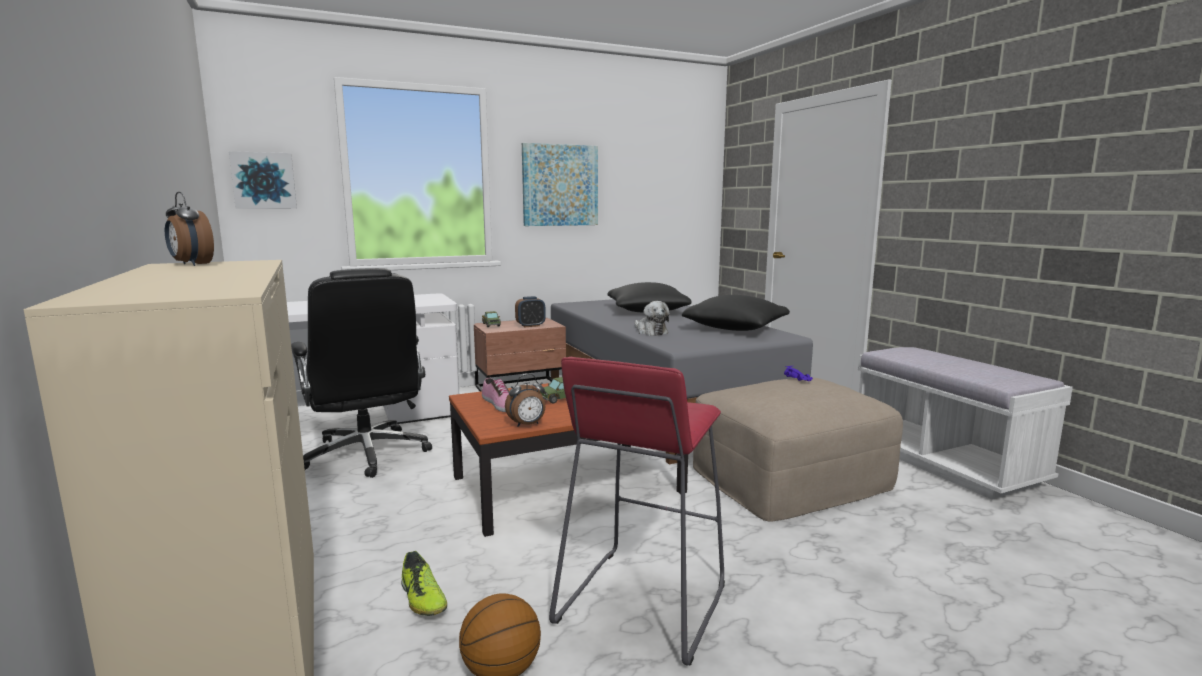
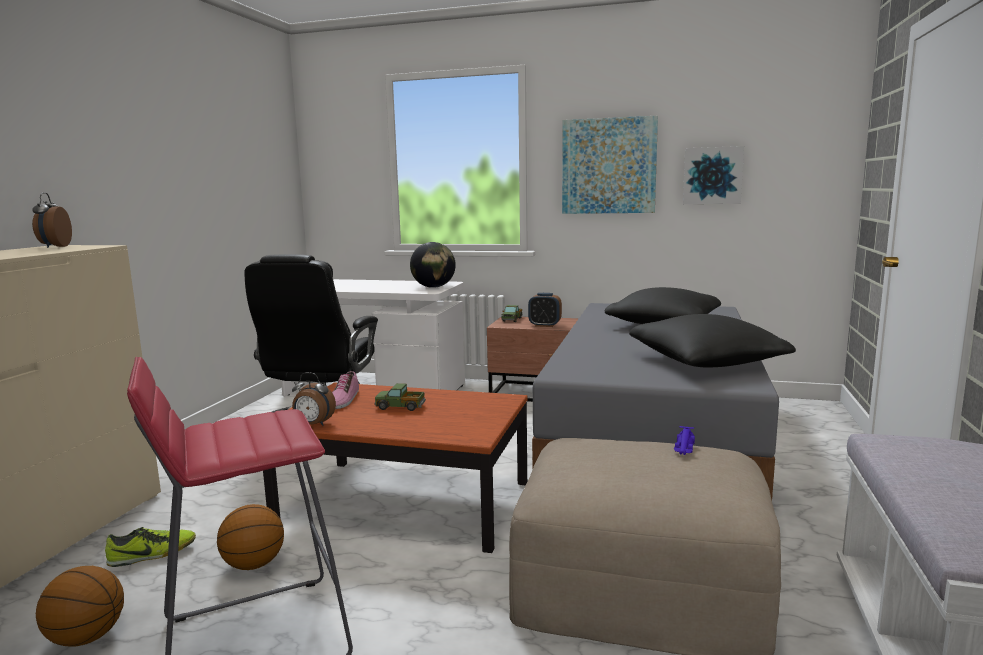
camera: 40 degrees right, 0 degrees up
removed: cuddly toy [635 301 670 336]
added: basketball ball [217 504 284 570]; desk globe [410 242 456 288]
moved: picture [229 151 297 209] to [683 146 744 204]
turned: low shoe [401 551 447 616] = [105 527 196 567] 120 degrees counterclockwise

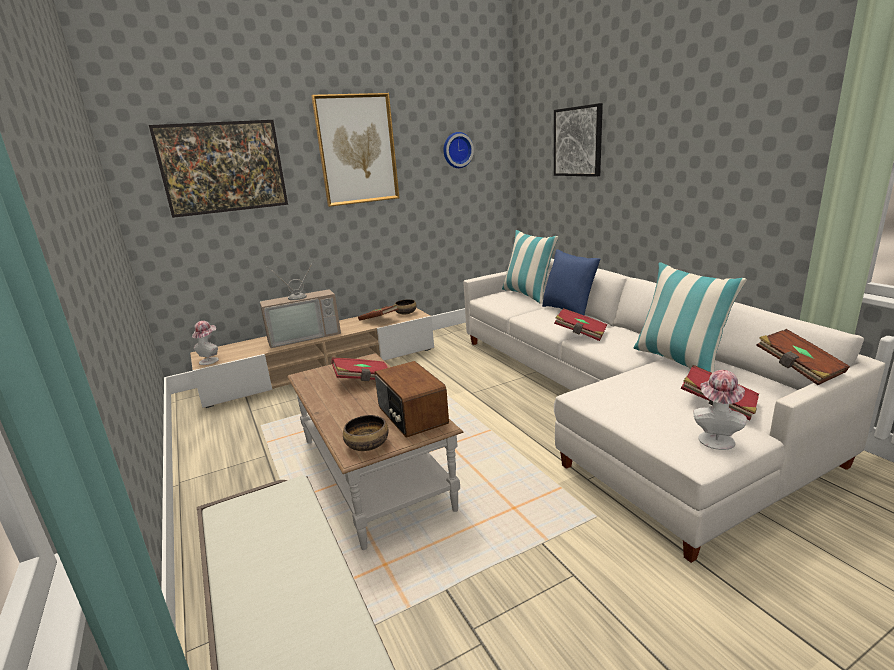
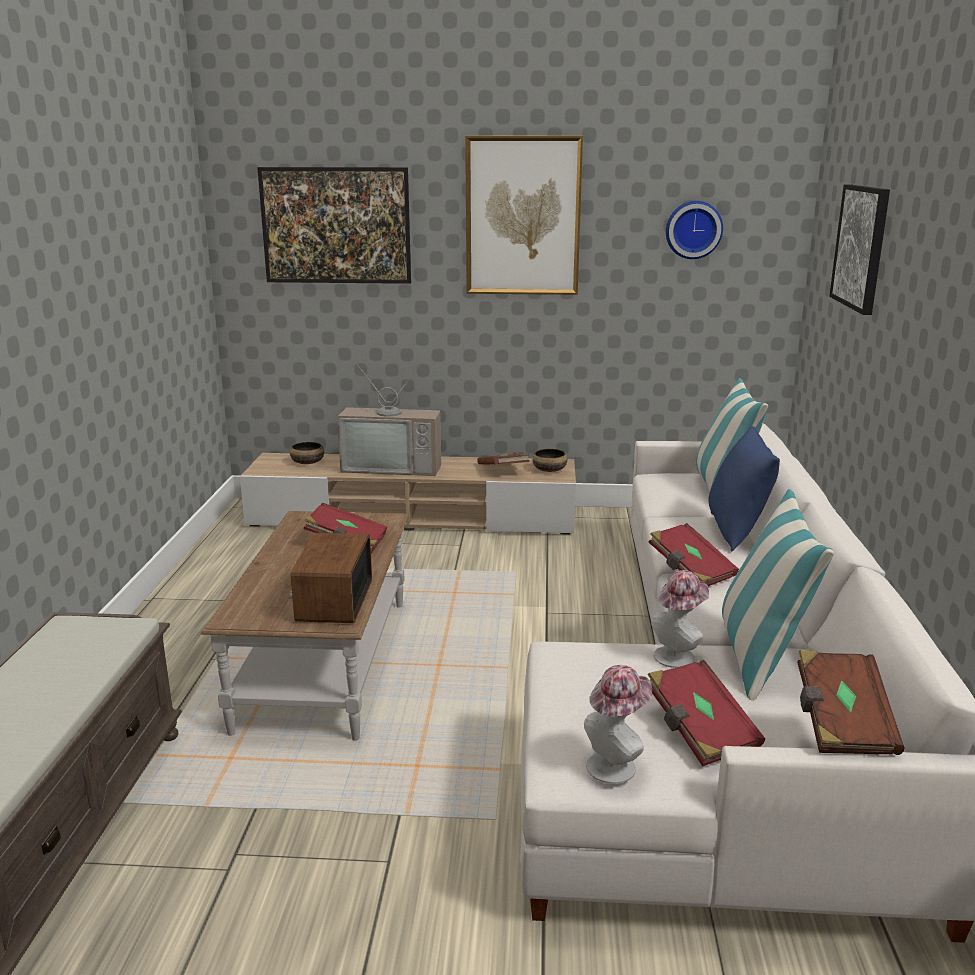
camera: 30 degrees right, 0 degrees up
moved: clothing hat [192 321 219 365] to [651 570 709 668]; bowl [343 415 389 451] to [290 442 324 464]

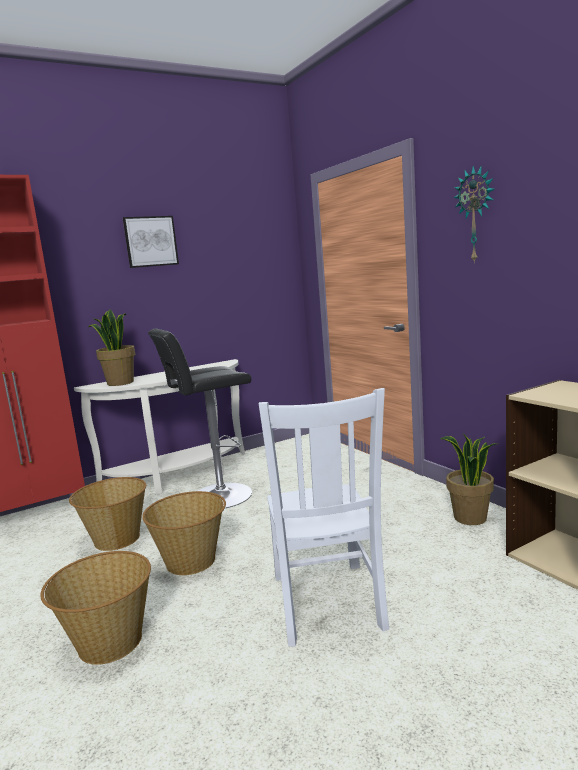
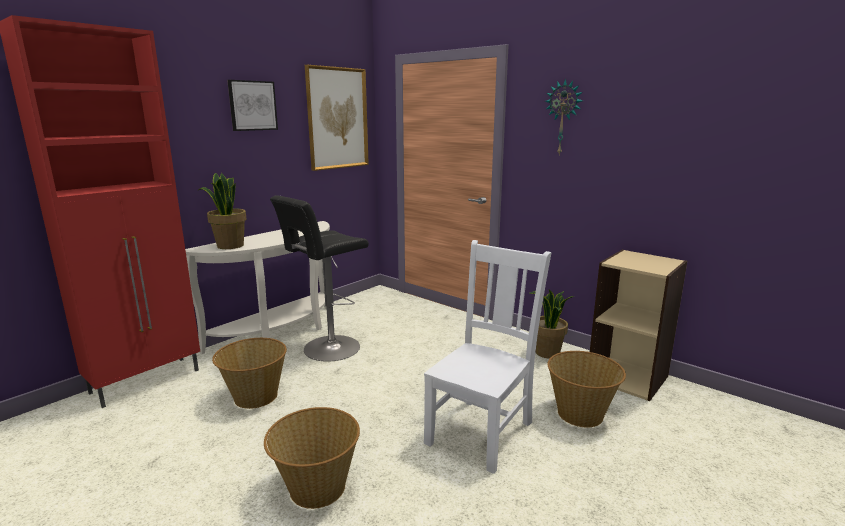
camera: 20 degrees left, 5 degrees up
added: picture [305 65 369 171]
moved: basket [142 491 226 575] to [547 351 626 427]
turned: white upright chair [259 388 389 646] = [424 240 551 474] 120 degrees counterclockwise

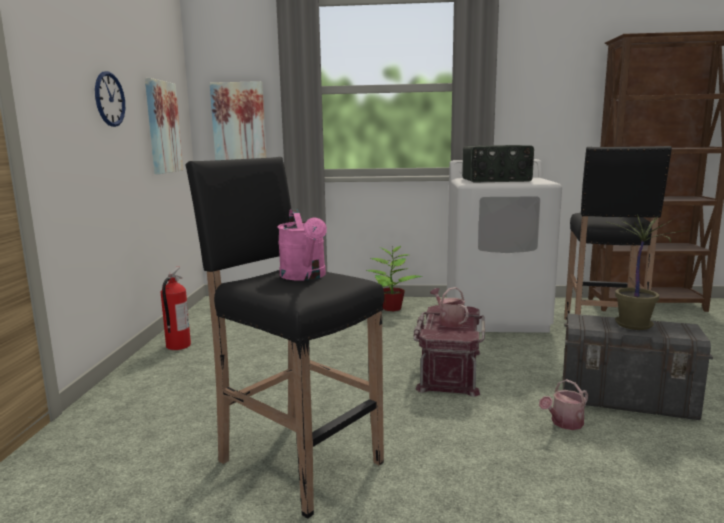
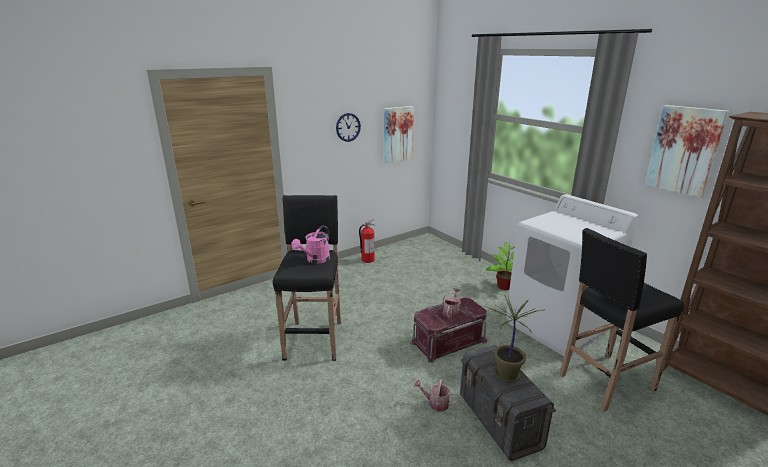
camera: 50 degrees right, 10 degrees up
removed: radio set [462 145 534 182]
moved: picture [210 81 267 160] to [645 105 729 198]

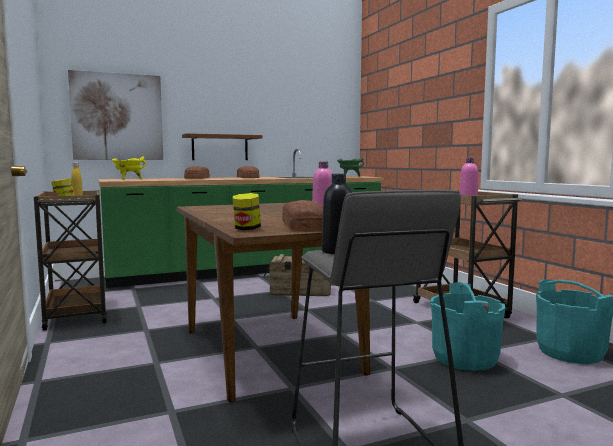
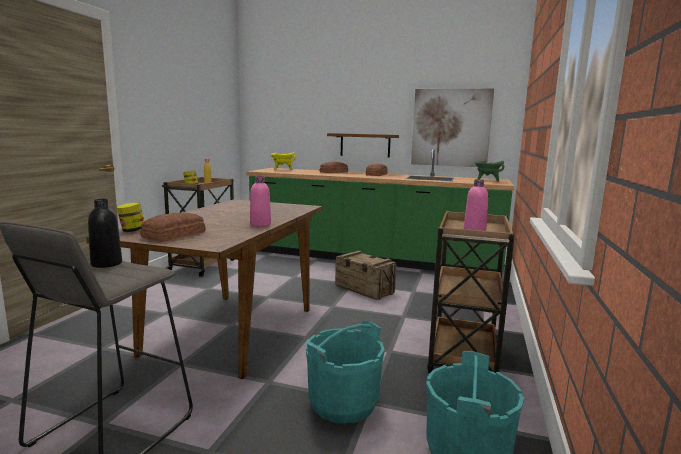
camera: 40 degrees right, 5 degrees up
moved: picture [68 70 163 160] to [411 89 494 167]

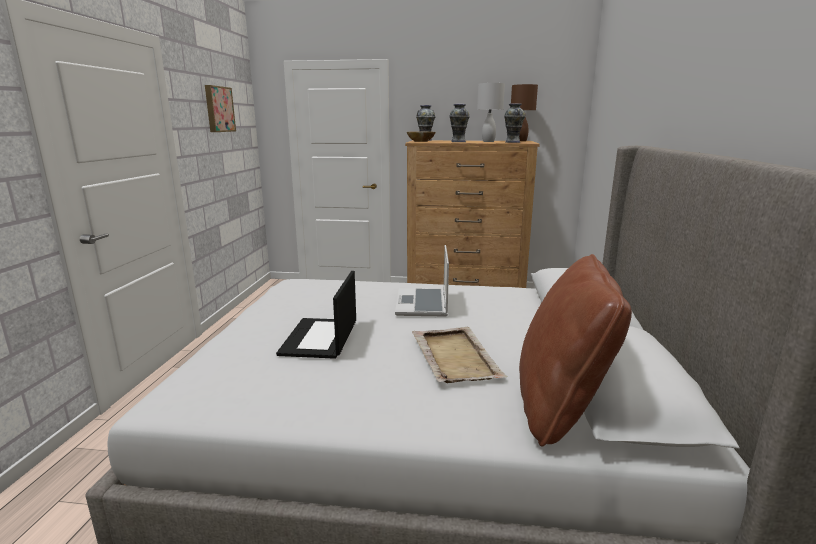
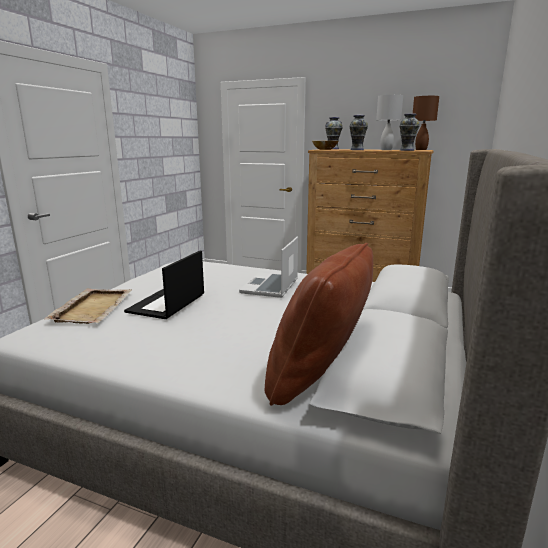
camera: 15 degrees right, 0 degrees up
removed: picture [205 85 236 132]
moved: sand-coloured carrying tray [412 327 508 383] to [45 288 131 324]

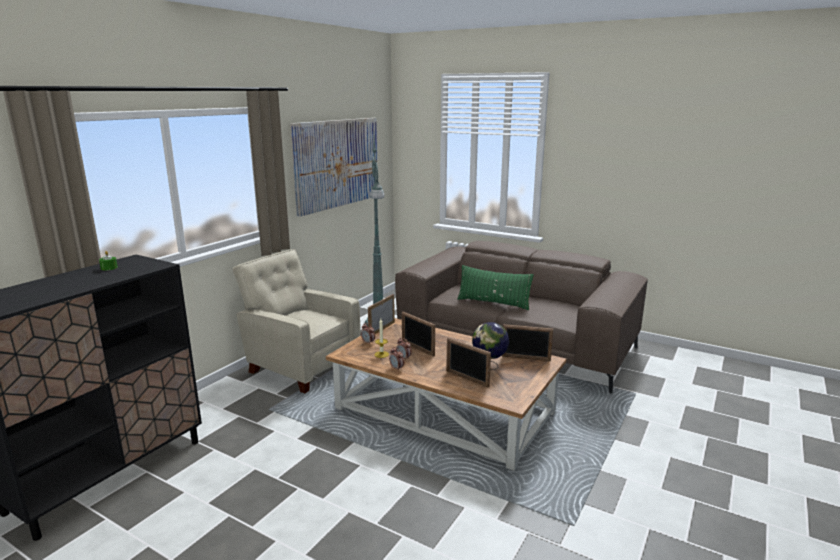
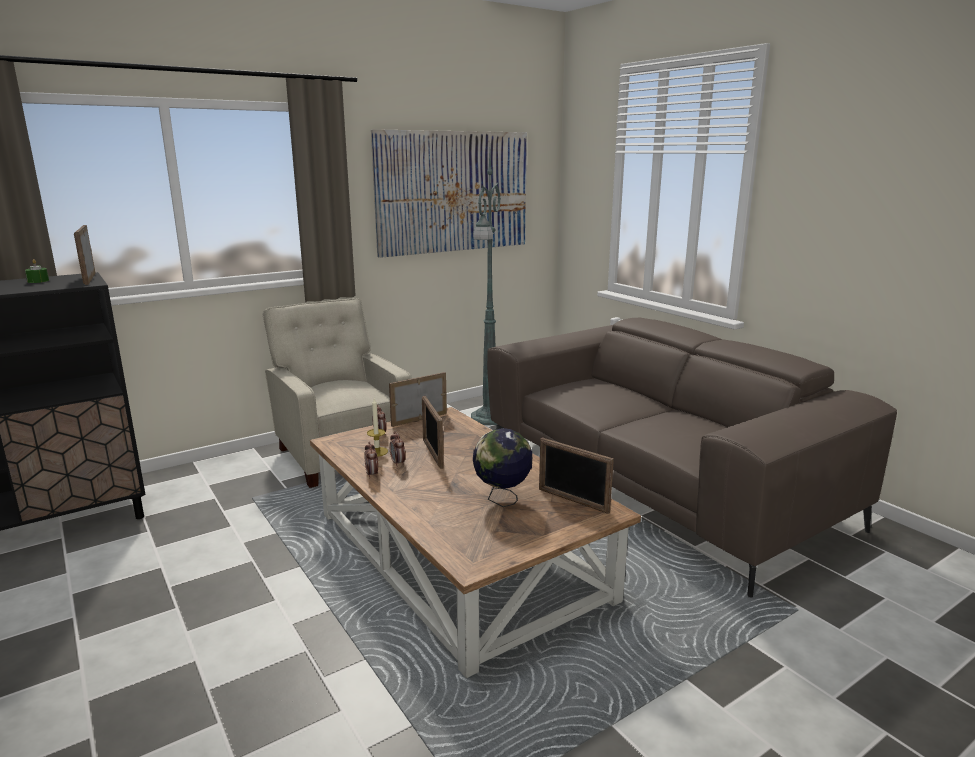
camera: 25 degrees right, 0 degrees up
removed: green pillow [458 265 534 310]
moved: picture frame [446 338 491 387] to [74 225 96 285]

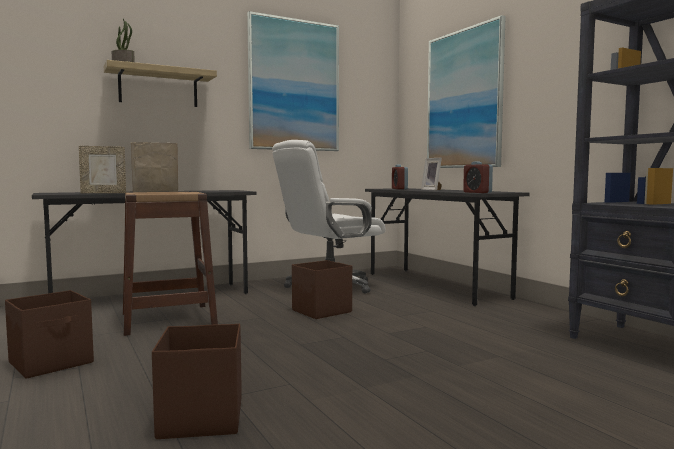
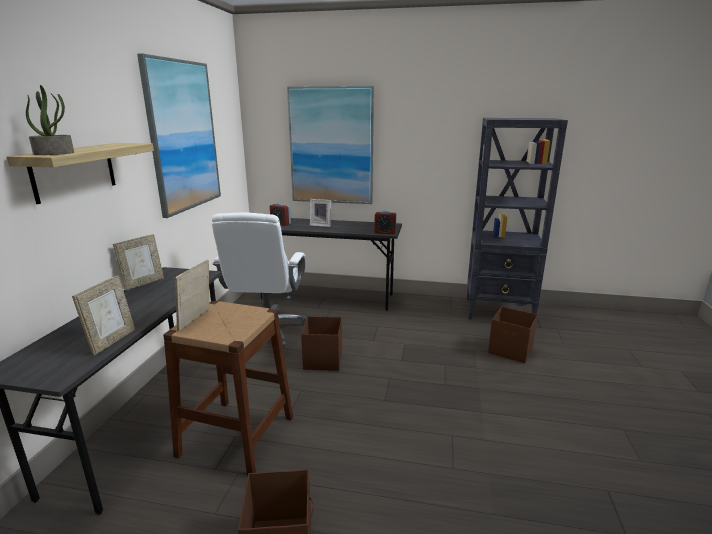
camera: 50 degrees left, 15 degrees up
added: picture frame [113 234 164 291]
moved: brown storage container [152 324 242 439] to [488 306 538 363]

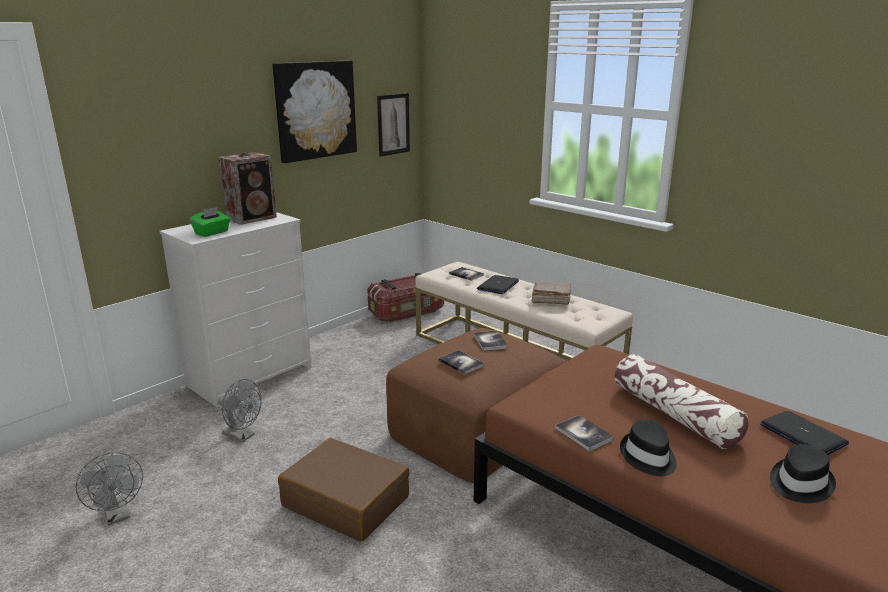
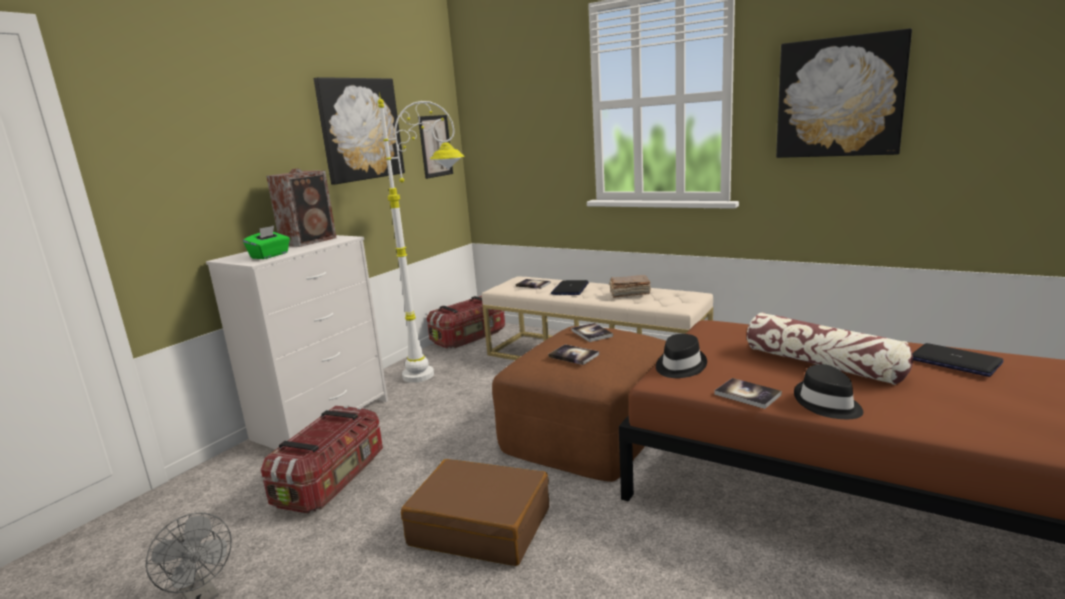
camera: 10 degrees left, 5 degrees down
added: white floor lamp [378 92 465 383]; picture [776 28 912 158]
moved: black clothing hat [770 444 836 503] to [656 334 707 378]
replaced: grey cooling fan [218 379 262 442] to storage container [261 405 383 513]

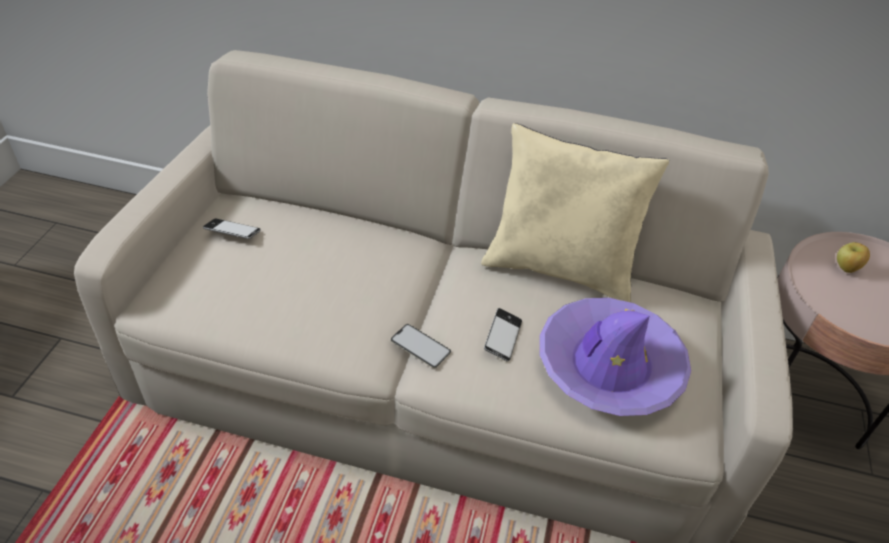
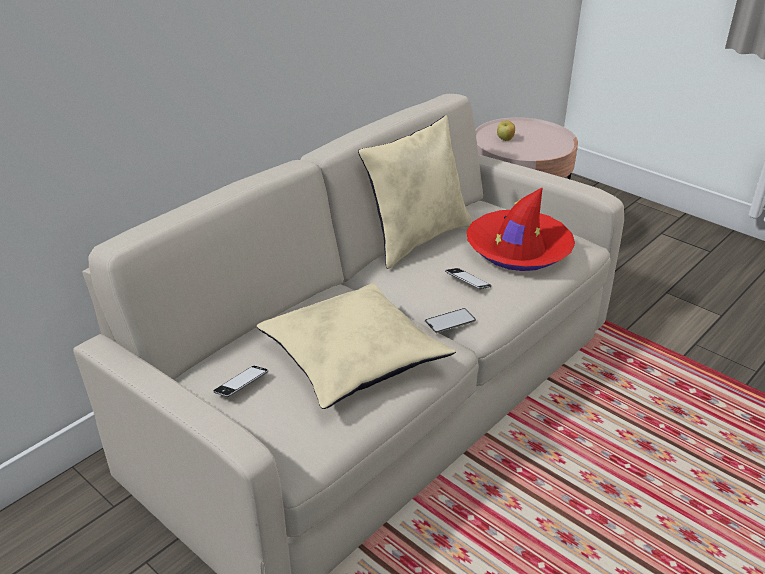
camera: 60 degrees left, 10 degrees down
added: sand-coloured pillow [257 283 456 409]
recoloured: purple clothing hat [540 298 691 416] to reddish clothing hat [467 187 575 271]

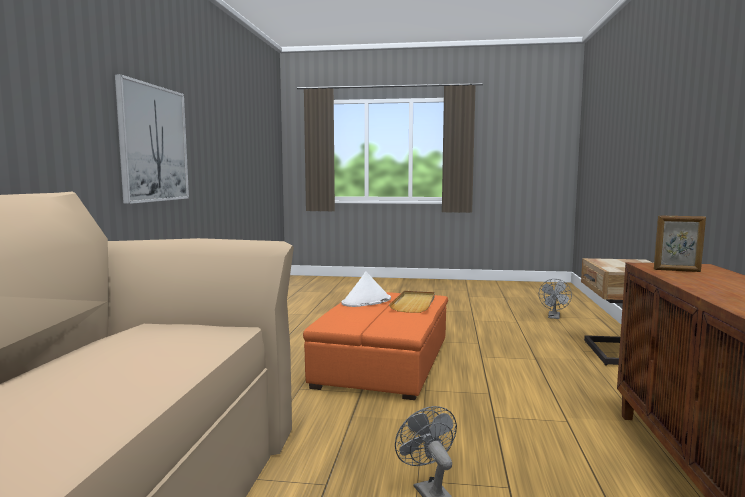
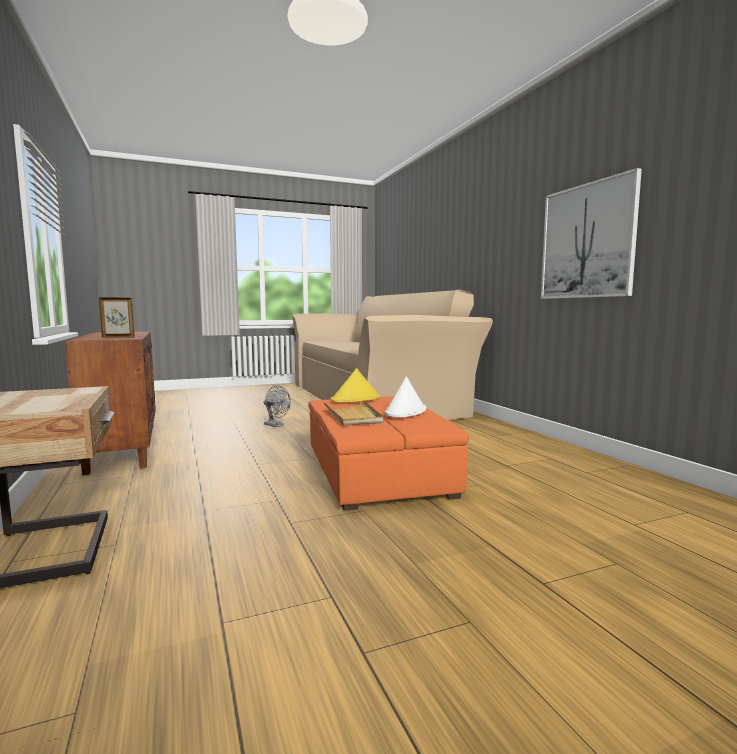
camera: 150 degrees right, 0 degrees up
removed: grey cooling fan [539 279 572 319]
added: yellow-coloured clothing hat [331 368 380 402]

